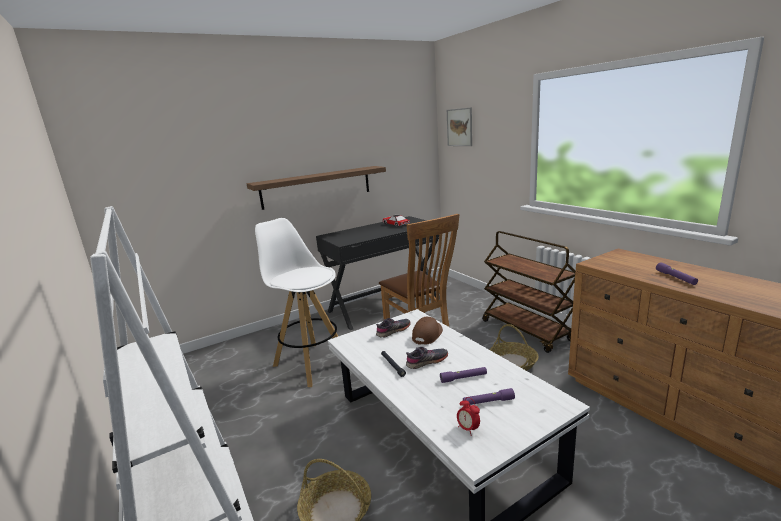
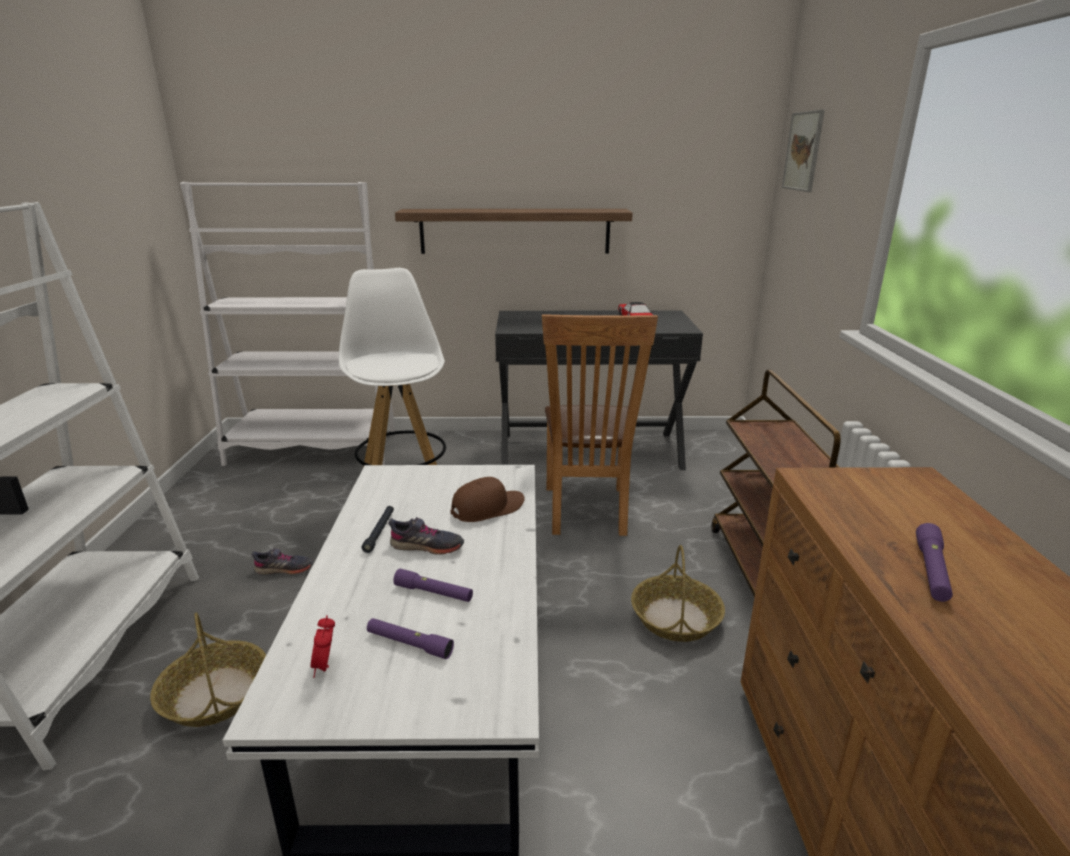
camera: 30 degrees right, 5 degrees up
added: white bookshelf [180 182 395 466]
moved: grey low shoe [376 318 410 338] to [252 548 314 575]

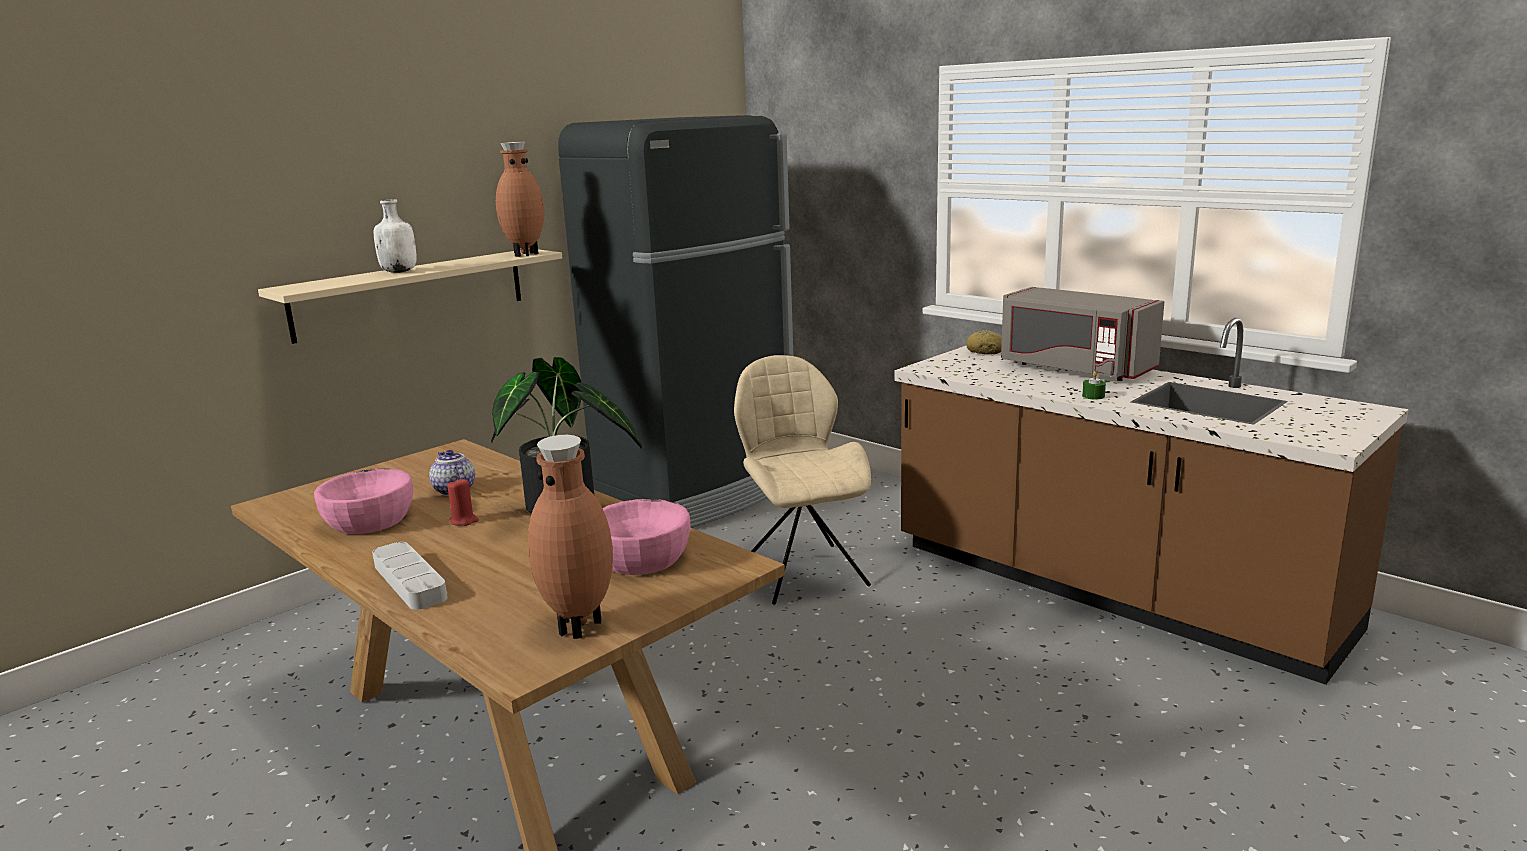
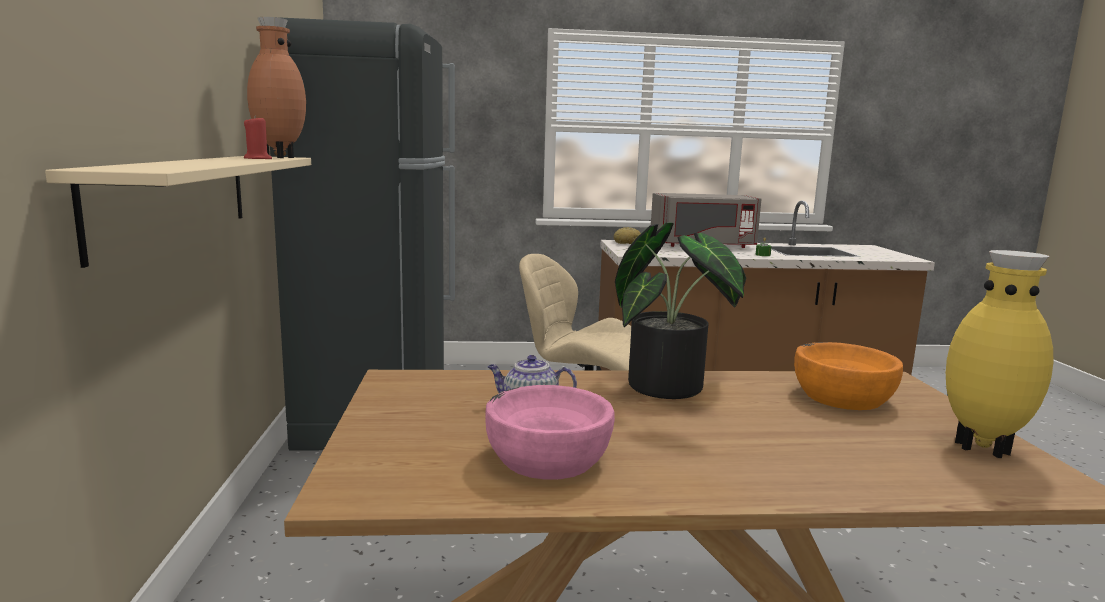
camera: 50 degrees left, 5 degrees down
removed: grey carrying tray [372 542 448 610]; white bottle [374 200 417 273]
moved: reddish wax light [447 478 479 526] to [244 115 272 159]
recoloured: brown flower vase [528 435 613 639] to yellow-coloured flower vase [946 250 1053 458]; pink-coloured bowl [602 499 691 575] to orange bowl [794 342 903 410]

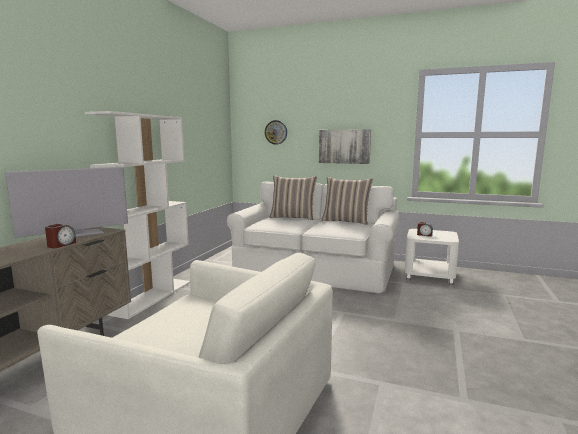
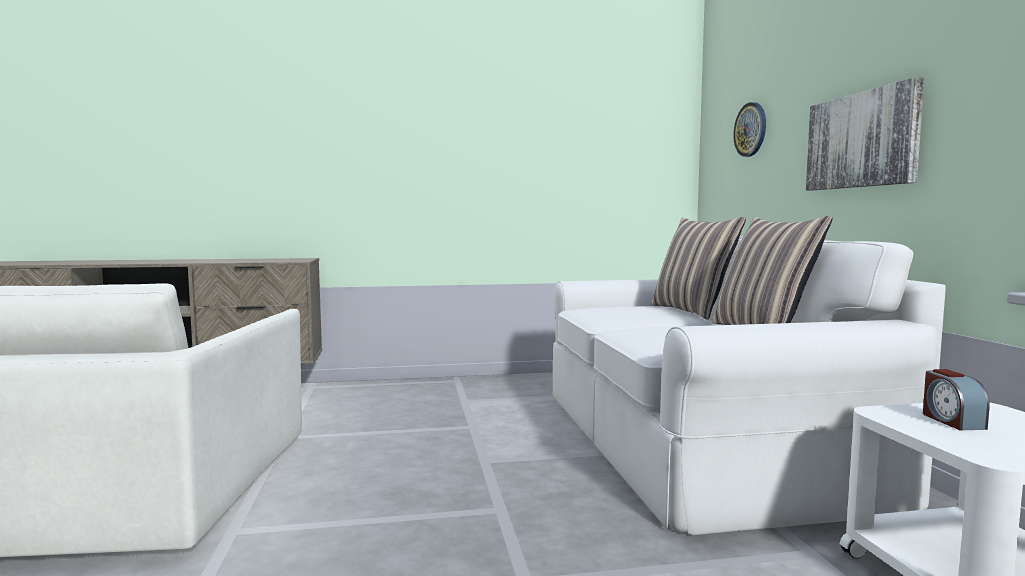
camera: 60 degrees right, 5 degrees down
removed: television [5 167 128 238]; table clock [45 224 76 248]; white bookshelf [85 111 190 319]

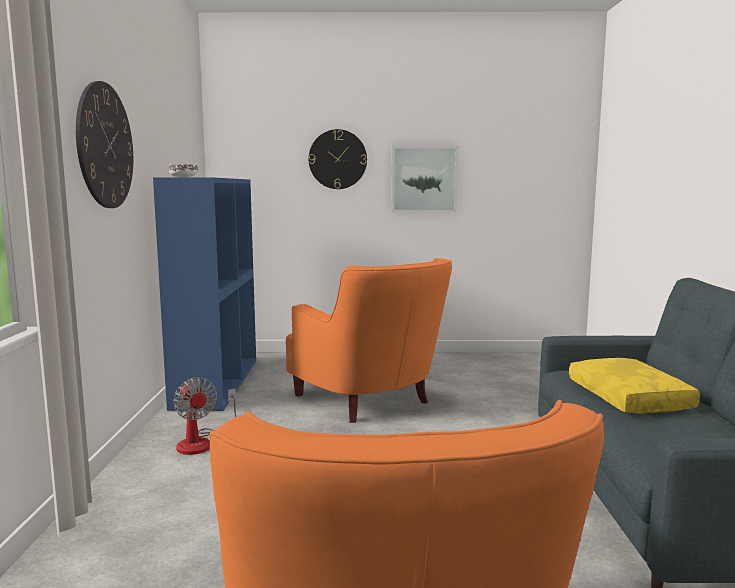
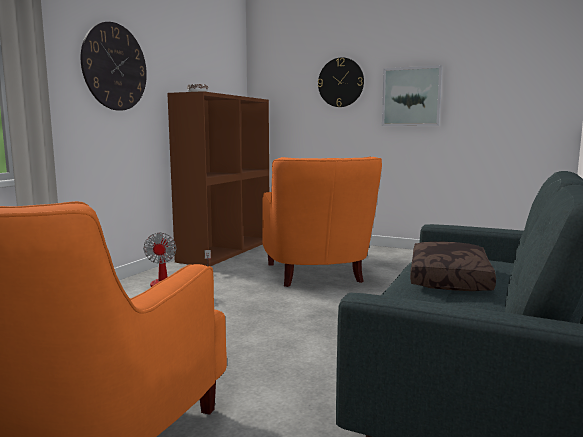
camera: 25 degrees right, 0 degrees up
recoloured: bluish bookshelf [153 178 256 411] to brown bookshelf [167 91 269 266]; yellow-coloured pillow [569 358 700 414] to brown pillow [410 242 496 291]

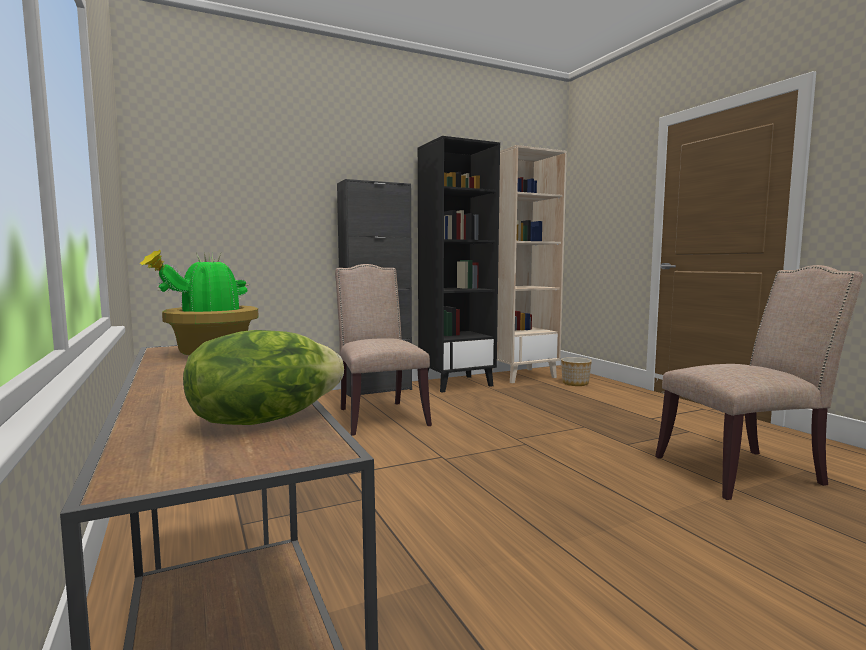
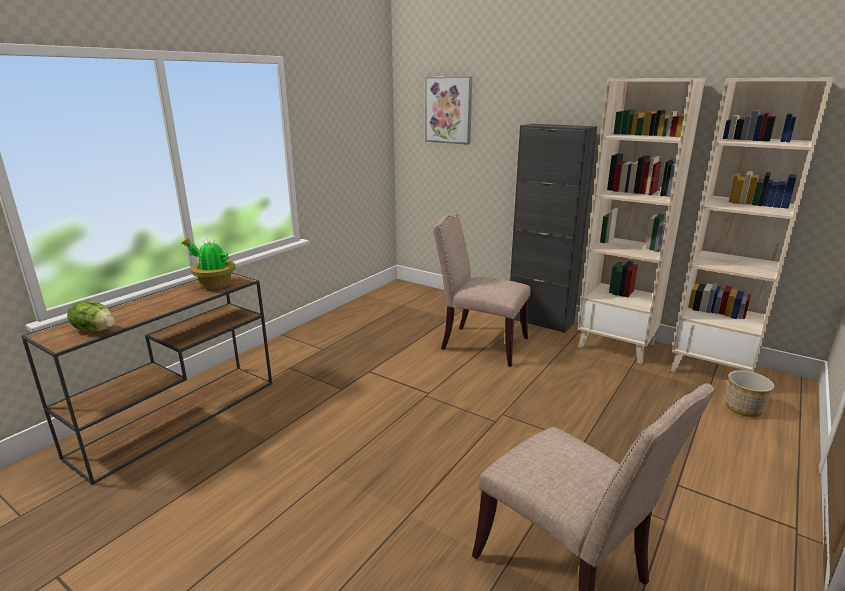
camera: 60 degrees right, 15 degrees up
added: picture [425 77 472 145]
recoloured: black bookshelf [418 136 500 392] to sand-coloured bookshelf [577 78 705 364]
turned: sand-coloured upright chair [335 264 432 436] = [433 213 530 366] 105 degrees counterclockwise

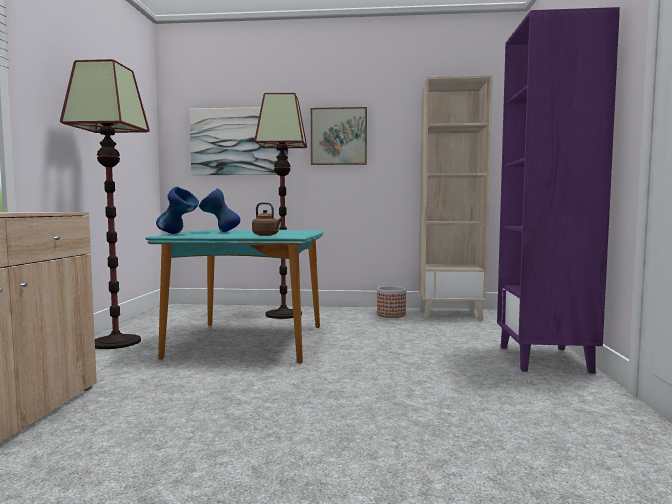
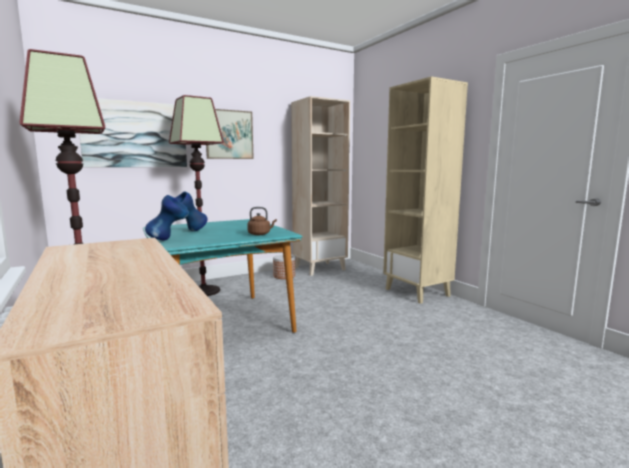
camera: 35 degrees left, 5 degrees up
recoloured: purple bookshelf [497 7 620 374] to sand-coloured bookshelf [383 76 468 304]

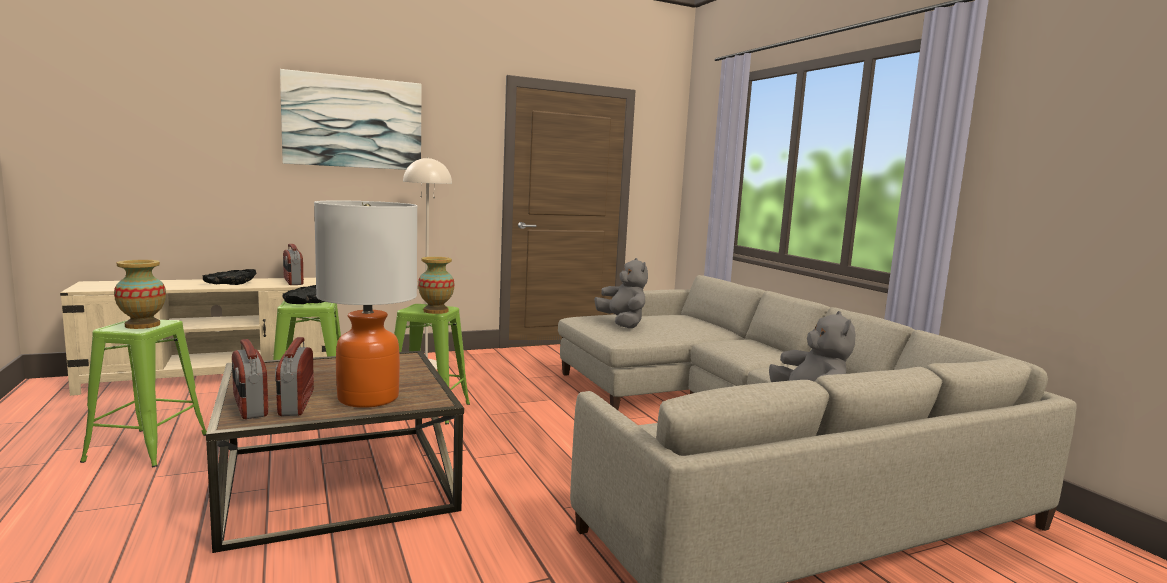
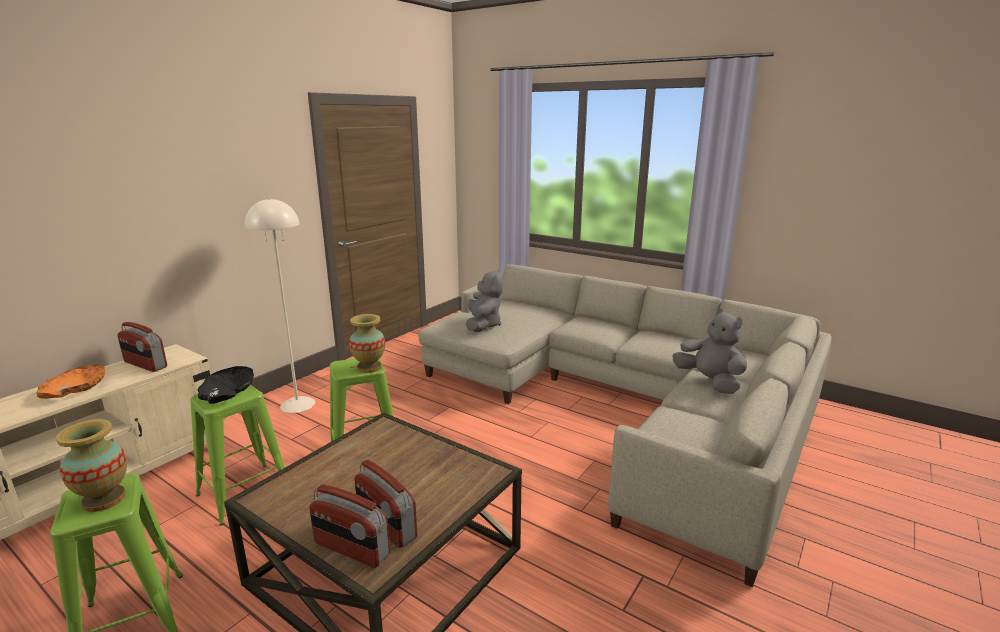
camera: 30 degrees left, 10 degrees up
removed: picture [280 69 422 170]; lamp for a table [314 200 417 408]
recoloured: black bowl [203 269 256 285] to orange bowl [37 365 105 399]
turned: grey cuddly toy [594 258 648 328] = [466 269 503 332] 60 degrees clockwise

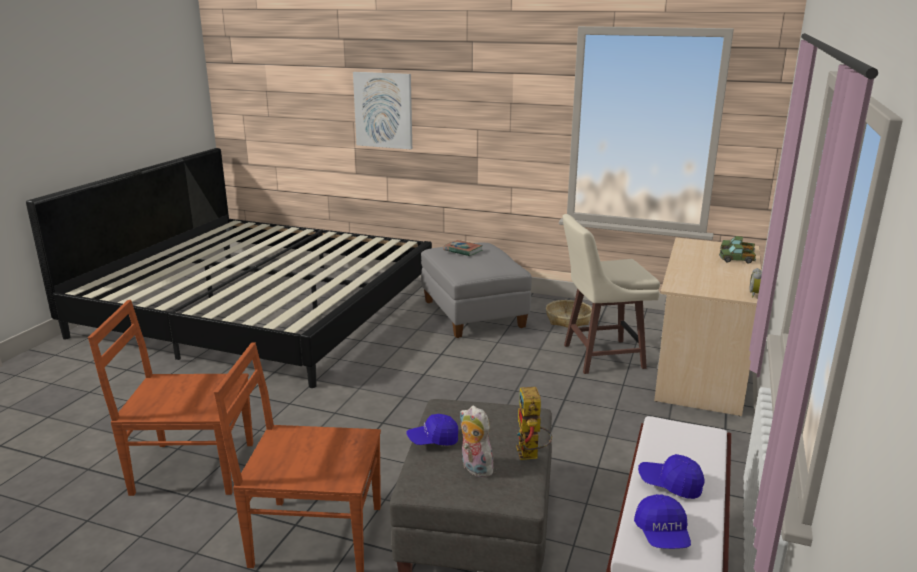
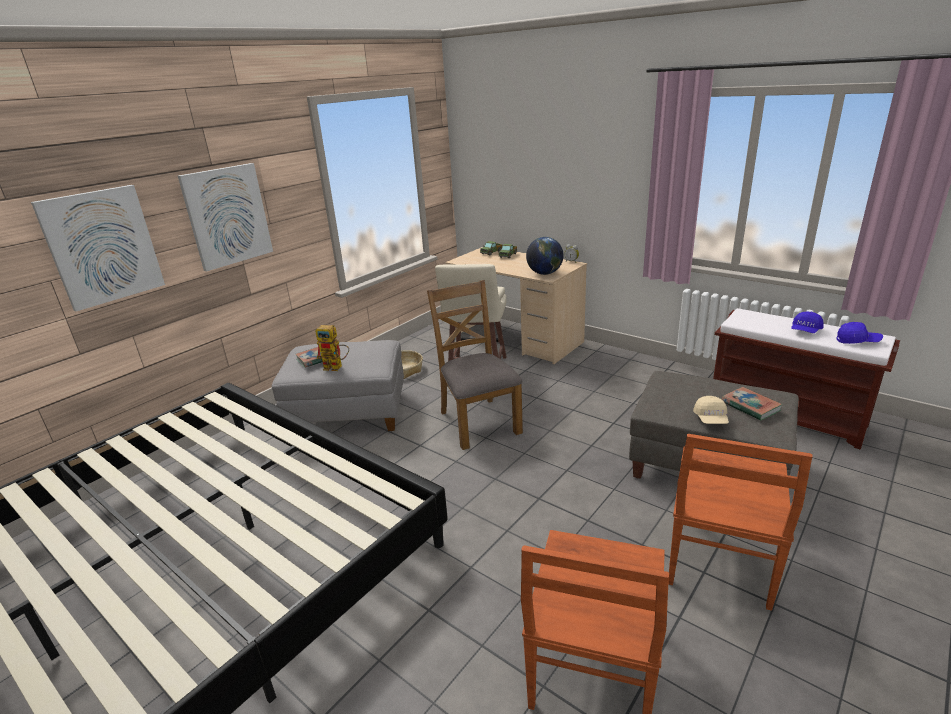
camera: 70 degrees left, 5 degrees up
added: picture [178 163 273 271]; brown upright chair [427 280 523 450]; desk globe [526 237 564 275]
moved: robot figure [516 387 552 460] to [315 325 349 371]
replaced: cuddly toy [460 406 494 478] to volume [722 387 783 421]
recoloured: bluish baseball cap [406 414 458 445] to sand-coloured baseball cap [693 396 729 424]

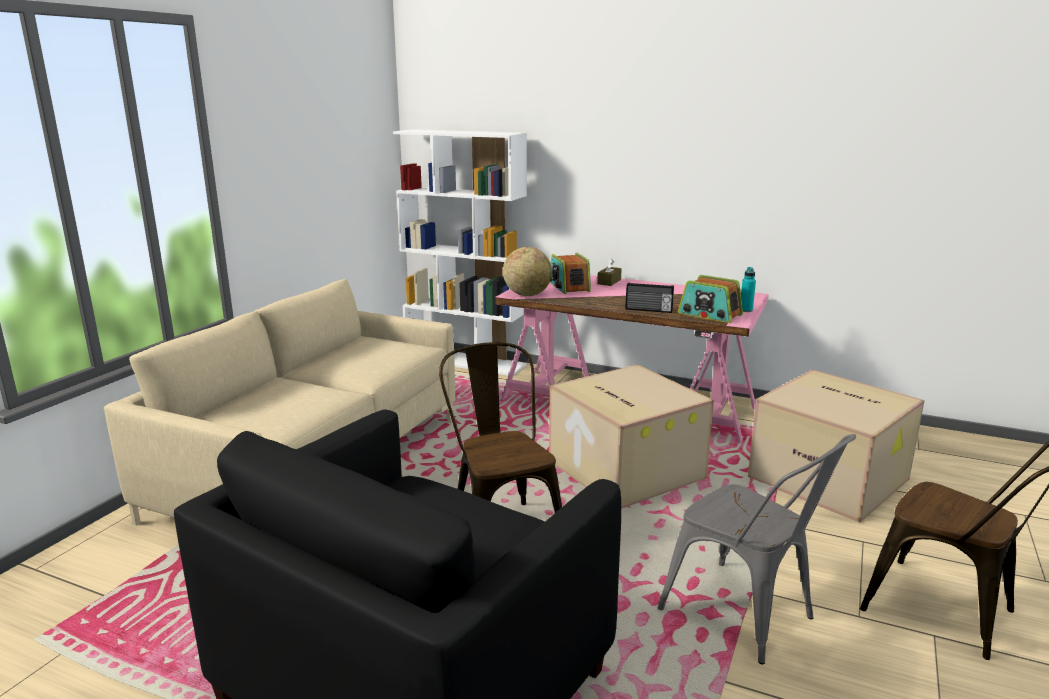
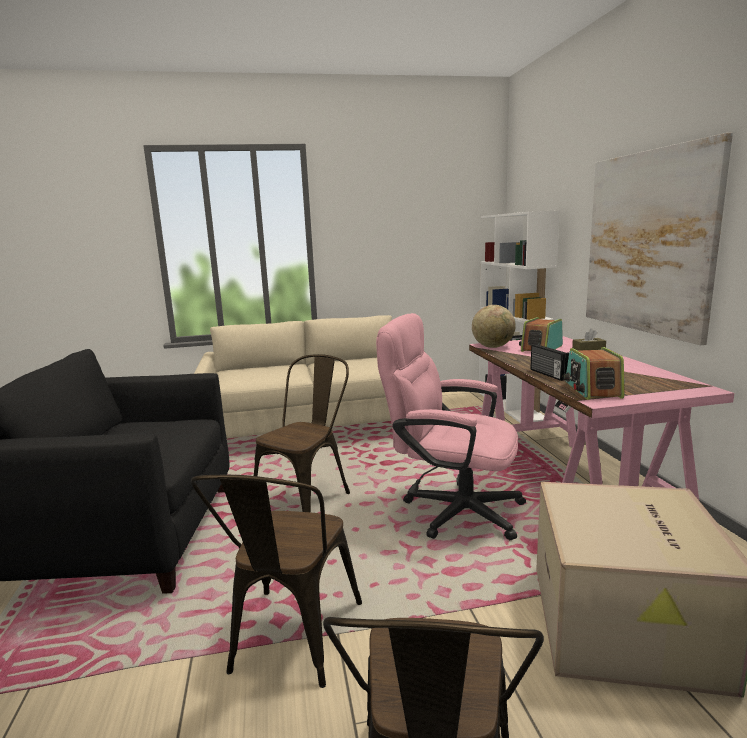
camera: 55 degrees right, 5 degrees down
removed: blue-green bottle [741 267 756 312]
added: picture [586 133 733 345]
replaced: packing box [549 364 714 509] to pink-coloured office chair [376 313 526 540]
recoloured: grey upright chair [658 434 856 665] to brown upright chair [191 475 362 688]

